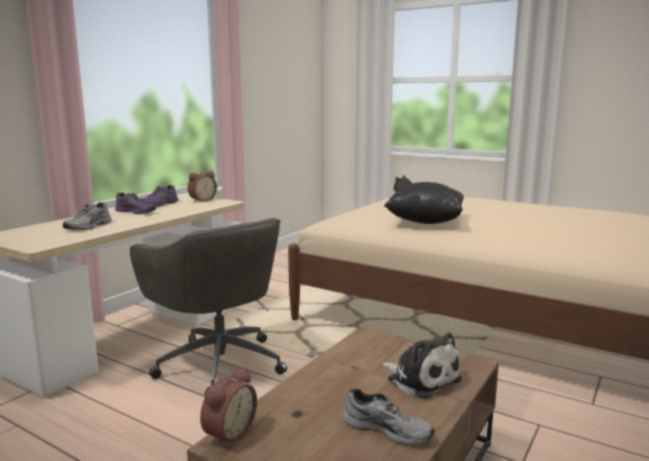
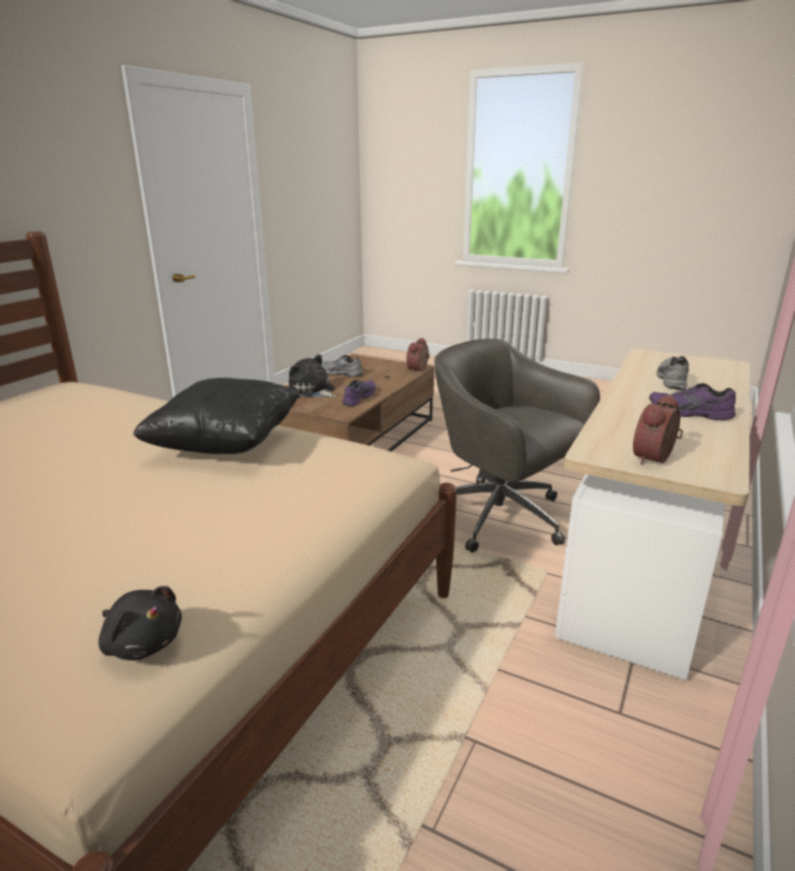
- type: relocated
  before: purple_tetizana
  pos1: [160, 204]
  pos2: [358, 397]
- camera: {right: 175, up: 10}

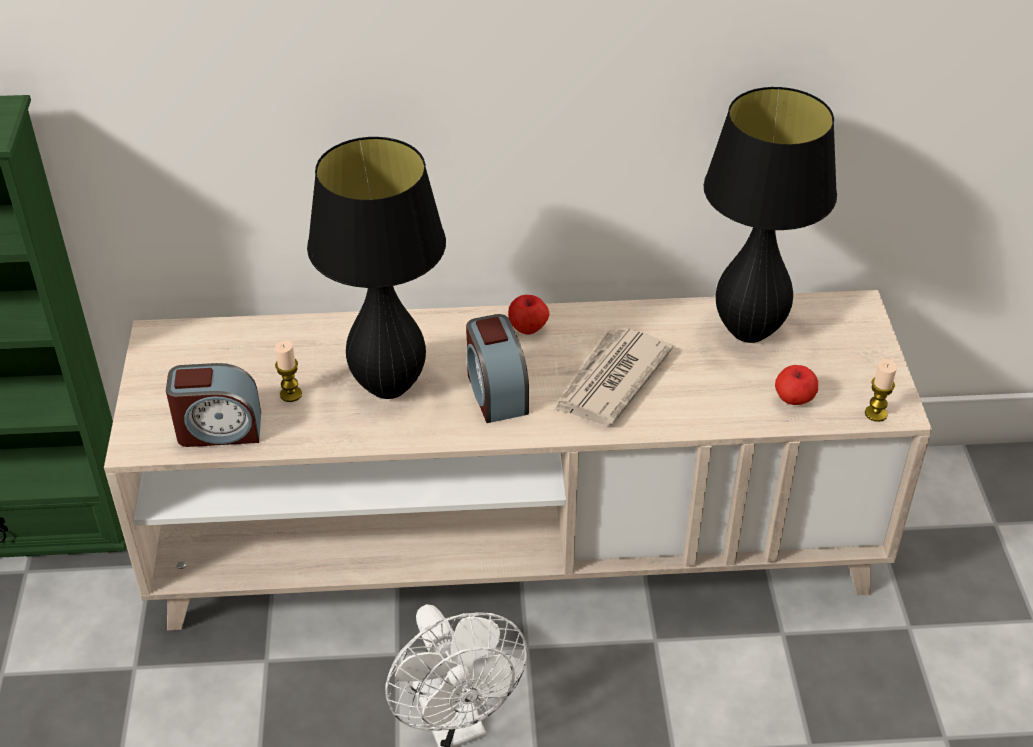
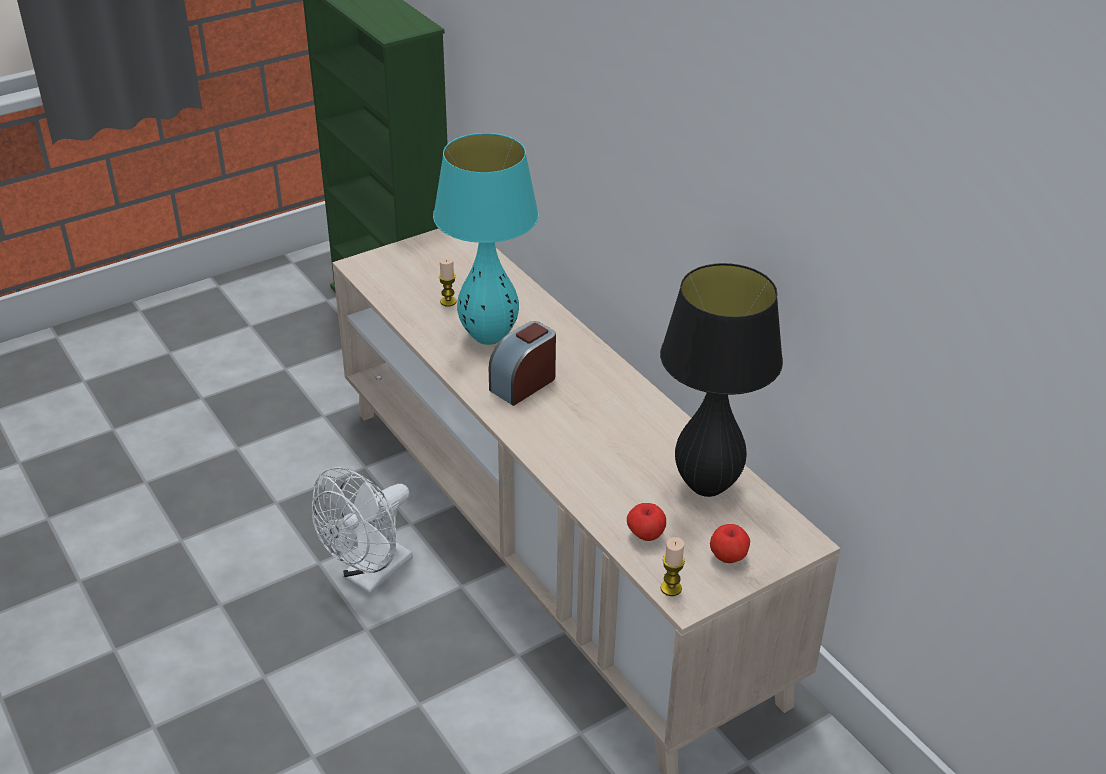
- type: colour
  before: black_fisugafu
  after: turquoise_fisugafu
  pos1: [389, 387]
  pos2: [489, 337]
- type: relocated
  before: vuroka
  pos1: [528, 328]
  pos2: [728, 557]
- type: missing
  before: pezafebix
  pos1: [219, 430]
- type: missing
  before: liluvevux
  pos1: [610, 380]
- camera: {right: 60, up: -5}

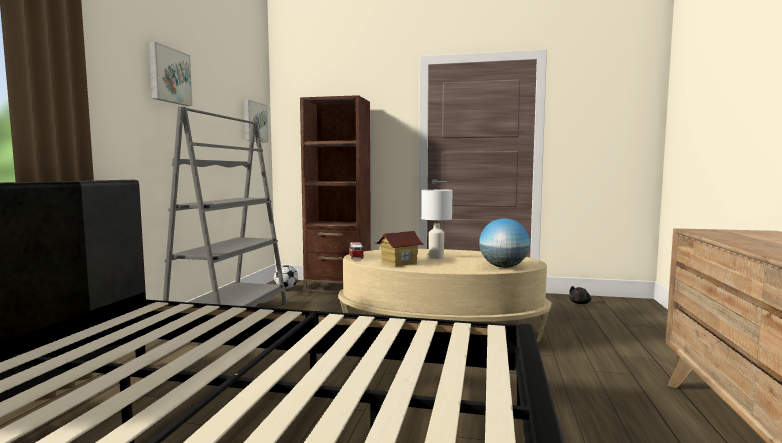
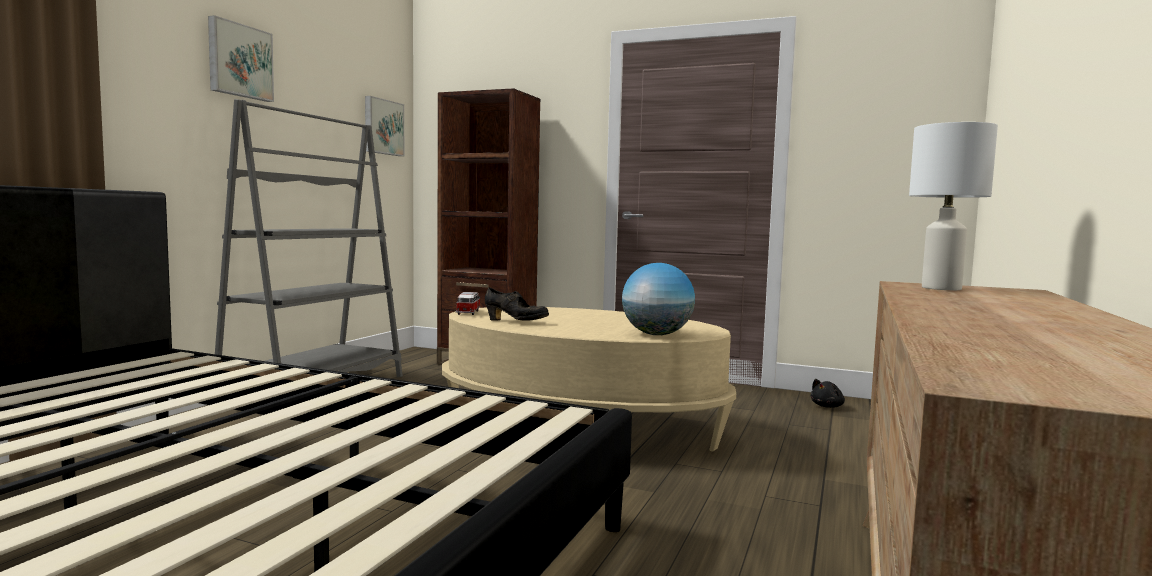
- type: exchanged
  before: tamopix
  after: black_tetizana
  pos1: [399, 263]
  pos2: [515, 322]
- type: relocated
  before: white_fisugafu
  pos1: [435, 257]
  pos2: [940, 288]
- type: missing
  before: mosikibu
  pos1: [286, 288]
- camera: {right: 10, up: 0}

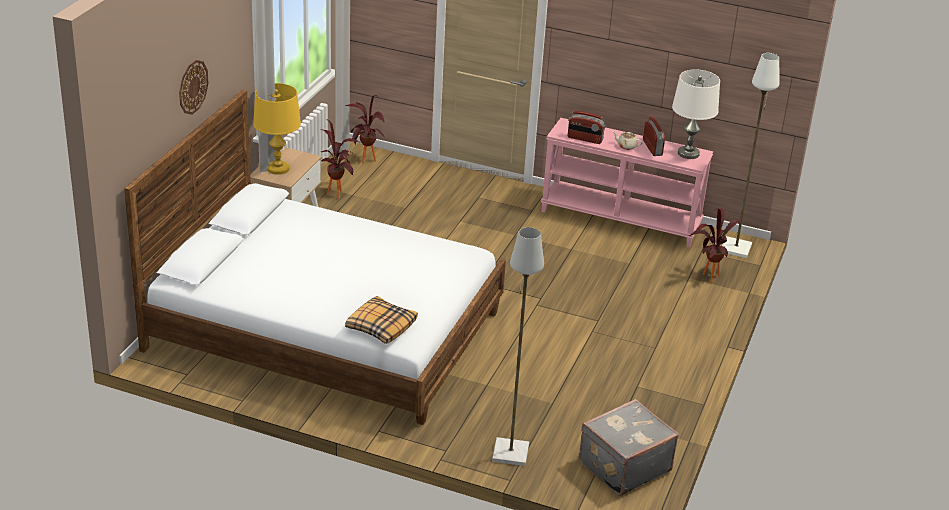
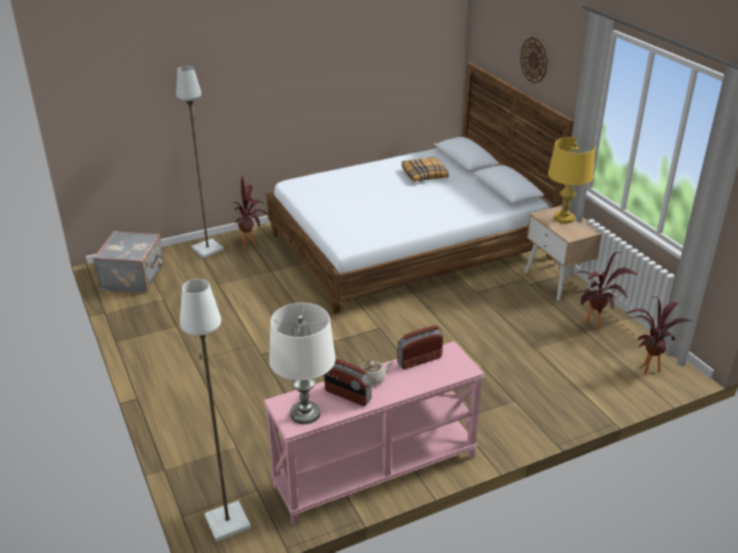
- type: relocated
  before: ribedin
  pos1: [706, 276]
  pos2: [251, 245]
- type: relocated
  before: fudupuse
  pos1: [381, 326]
  pos2: [424, 175]
- camera: {right: 135, up: 0}

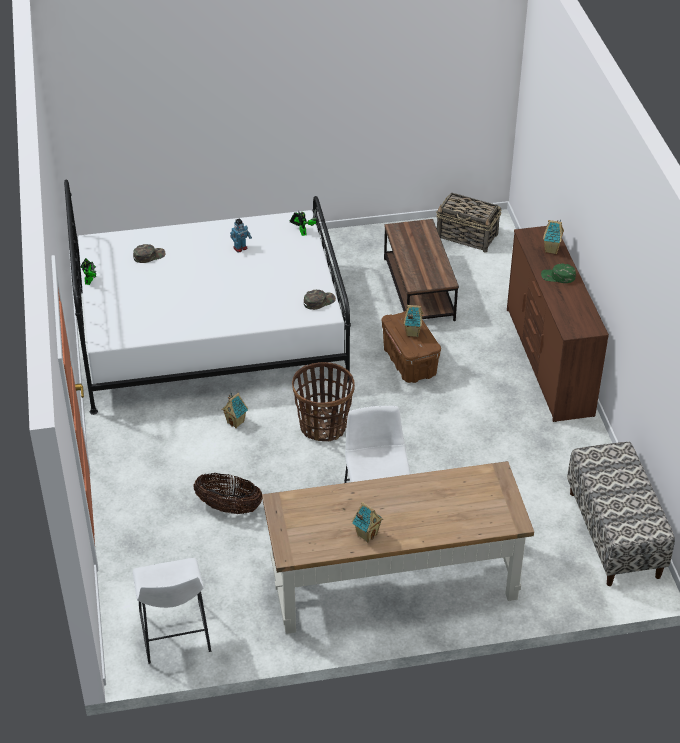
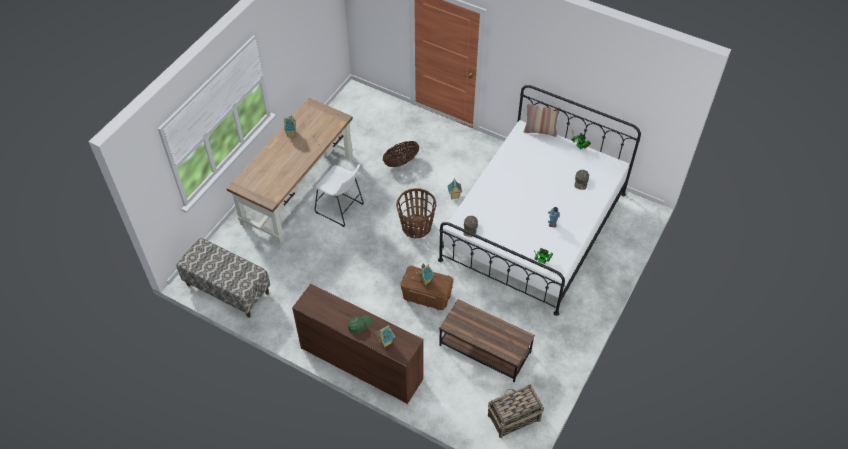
- type: appeared
  after: fudupuse
  pos2: [540, 131]
- type: missing
  before: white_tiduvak
  pos1: [175, 636]
- camera: {right: 130, up: 10}

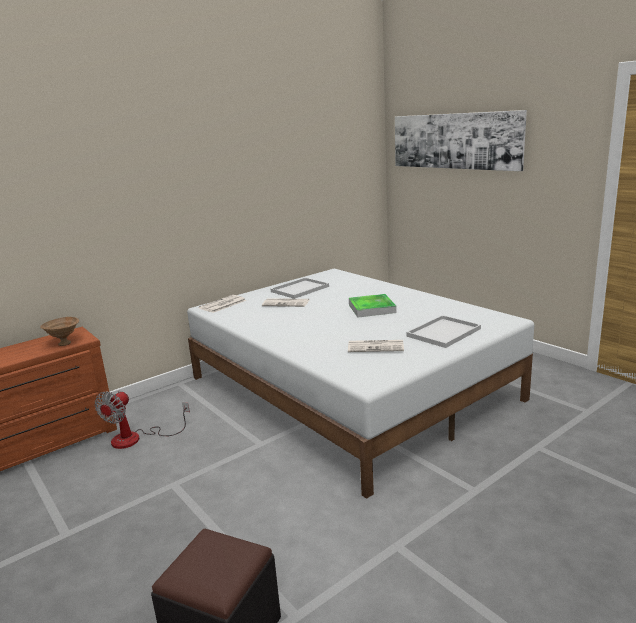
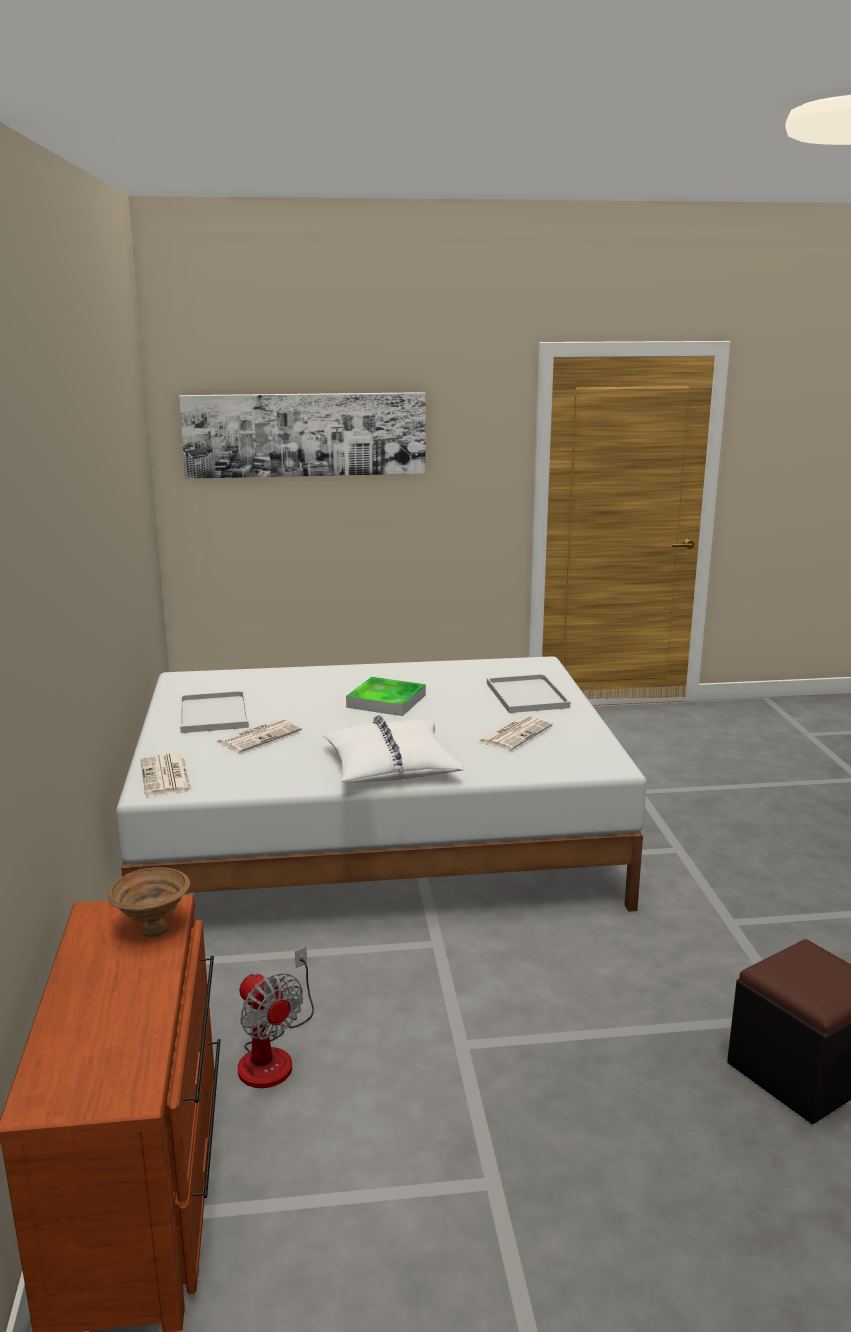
- type: appeared
  after: white_fudupuse
  pos2: [390, 765]
- camera: {right: -60, up: 0}

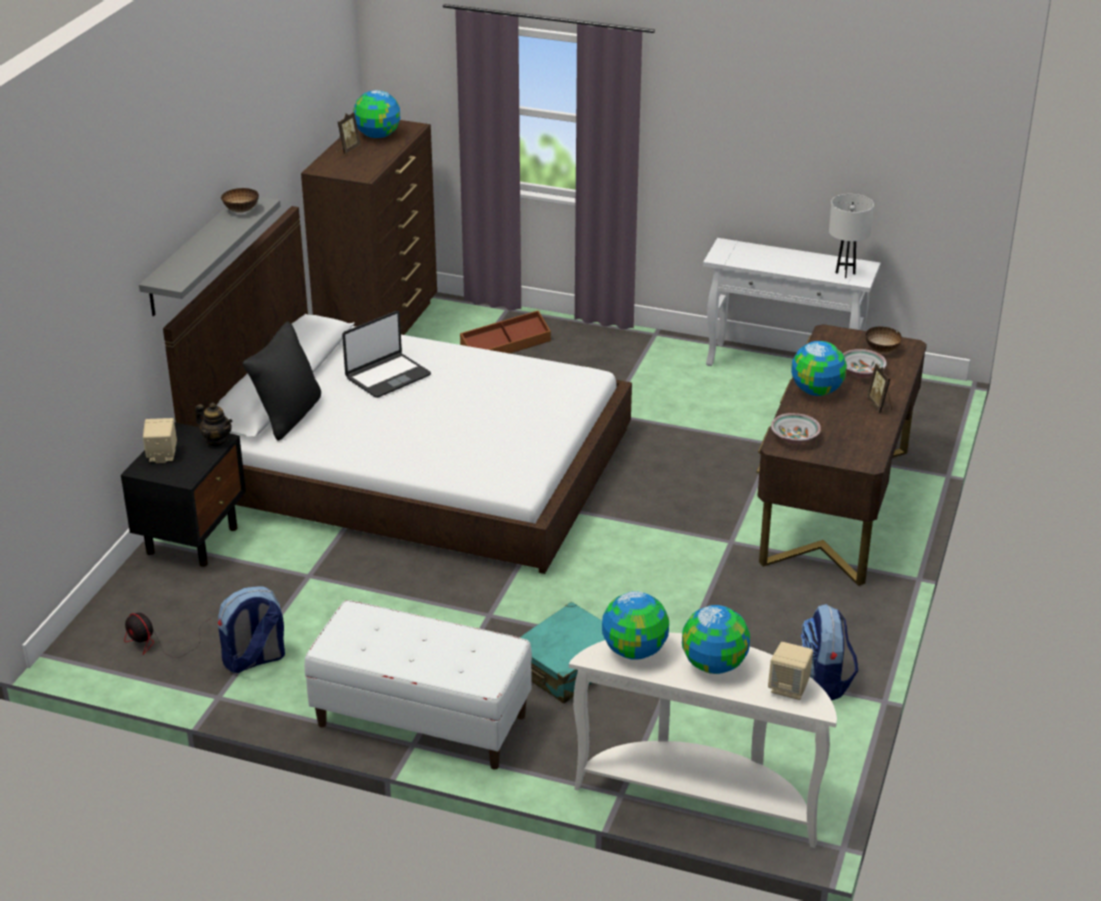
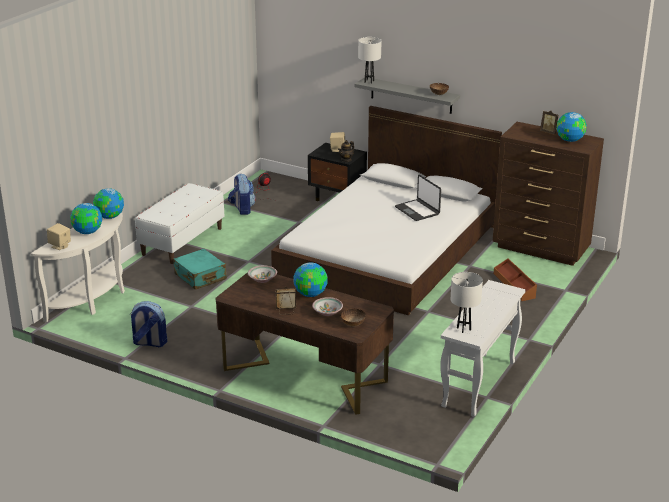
- type: appeared
  after: white_fisugafu
  pos2: [369, 81]
- type: missing
  before: black_fudupuse
  pos1: [287, 416]
- camera: {right: 100, up: -5}

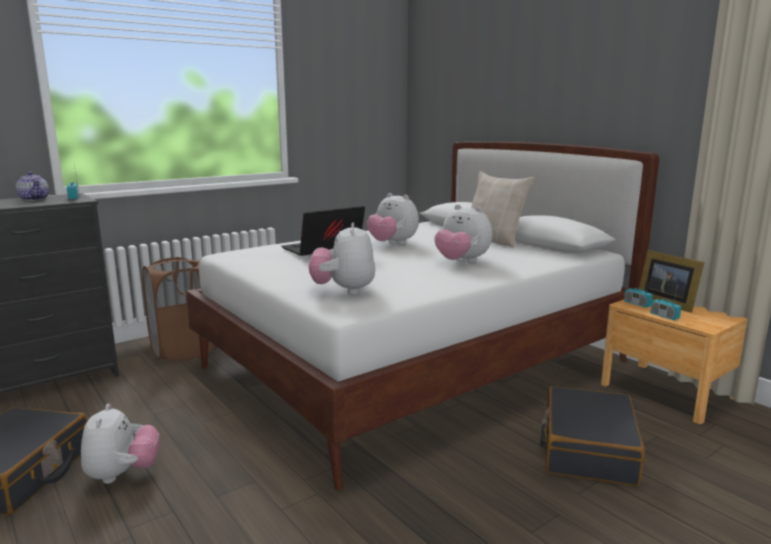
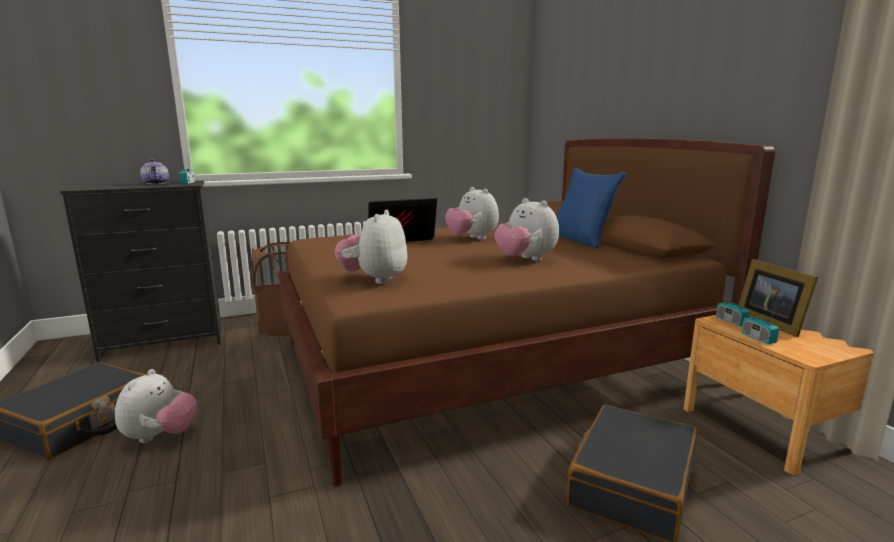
- type: colour
  before: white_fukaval
  after: brown_fukaval
  pos1: [417, 364]
  pos2: [489, 362]
- type: colour
  before: beige_fudupuse
  after: blue_fudupuse
  pos1: [493, 240]
  pos2: [582, 240]
- camera: {right: 15, up: 0}

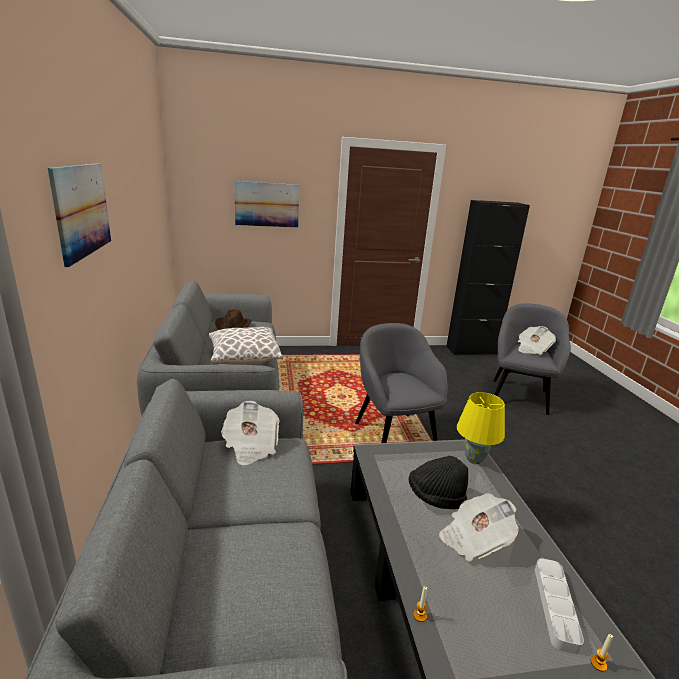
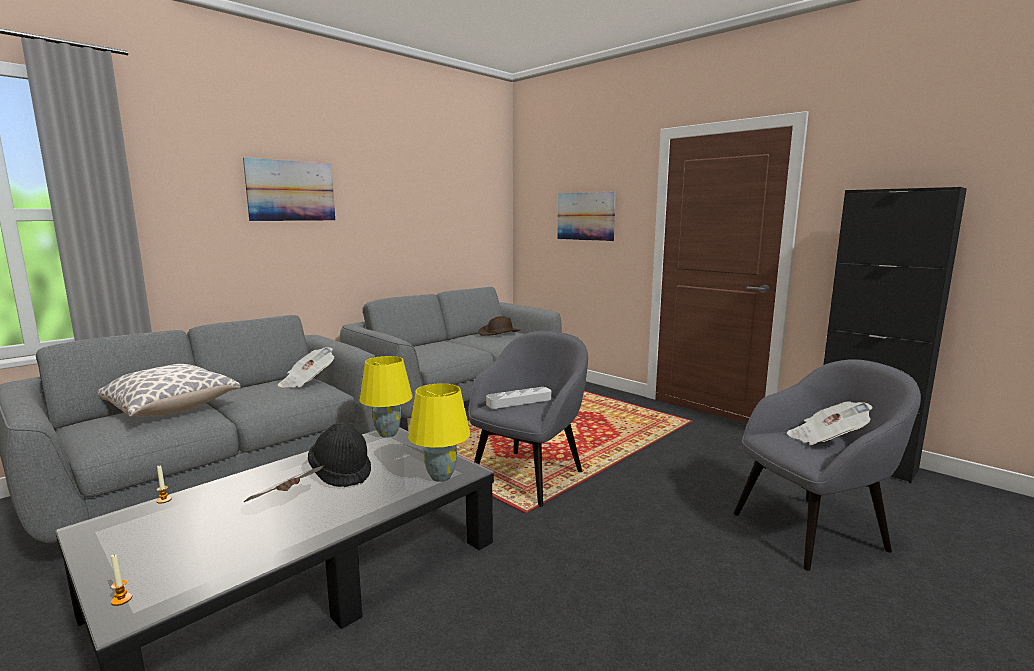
- type: relocated
  before: fudupuse
  pos1: [244, 358]
  pos2: [171, 409]
- type: appeared
  after: yellow_fisugafu
  pos2: [388, 434]
- type: relocated
  before: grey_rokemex
  pos1: [555, 606]
  pos2: [519, 401]
- camera: {right: 55, up: -10}

